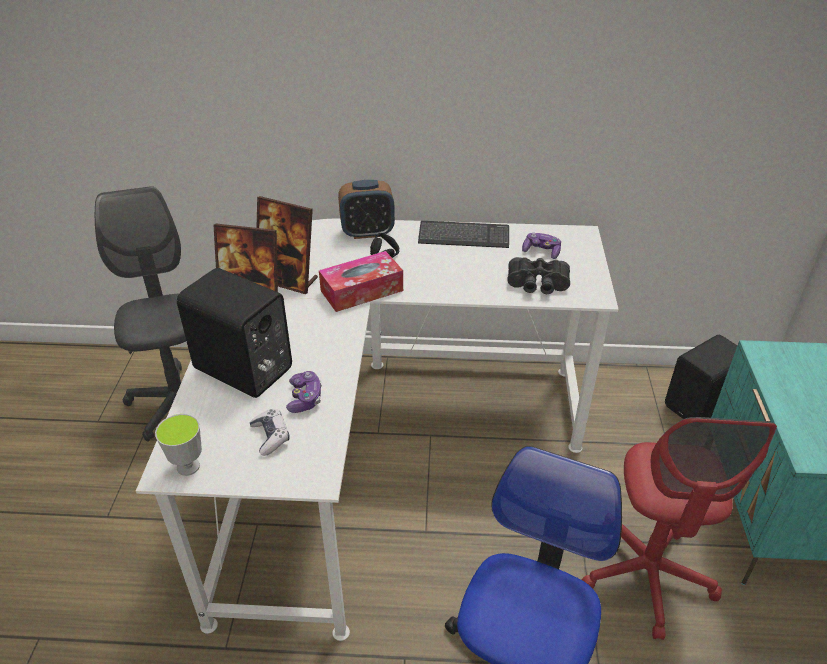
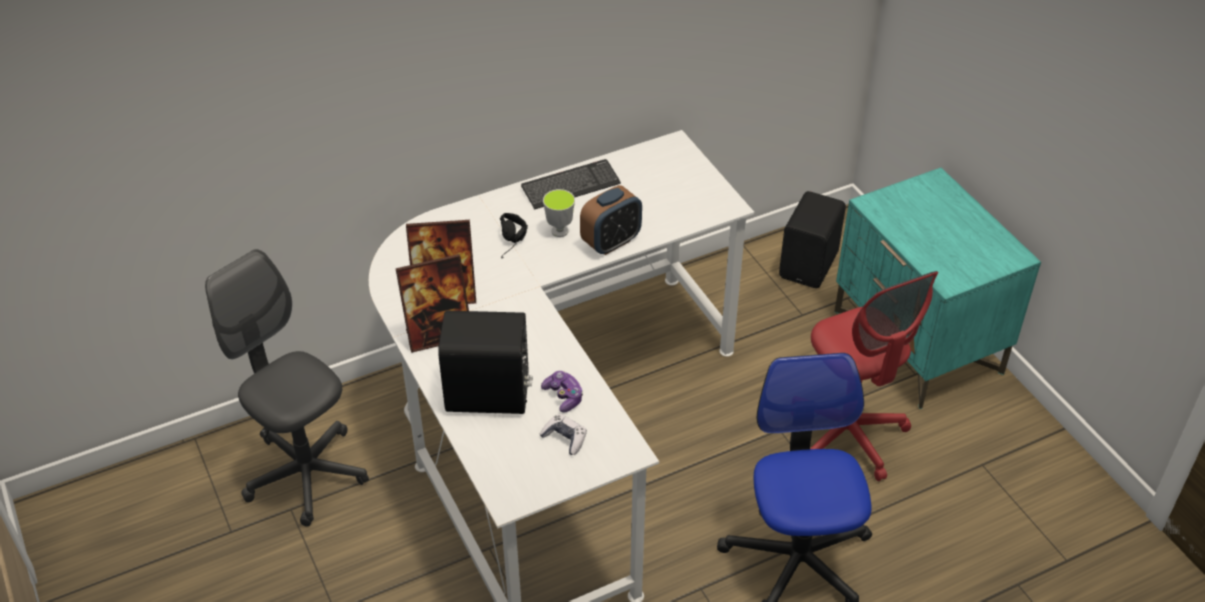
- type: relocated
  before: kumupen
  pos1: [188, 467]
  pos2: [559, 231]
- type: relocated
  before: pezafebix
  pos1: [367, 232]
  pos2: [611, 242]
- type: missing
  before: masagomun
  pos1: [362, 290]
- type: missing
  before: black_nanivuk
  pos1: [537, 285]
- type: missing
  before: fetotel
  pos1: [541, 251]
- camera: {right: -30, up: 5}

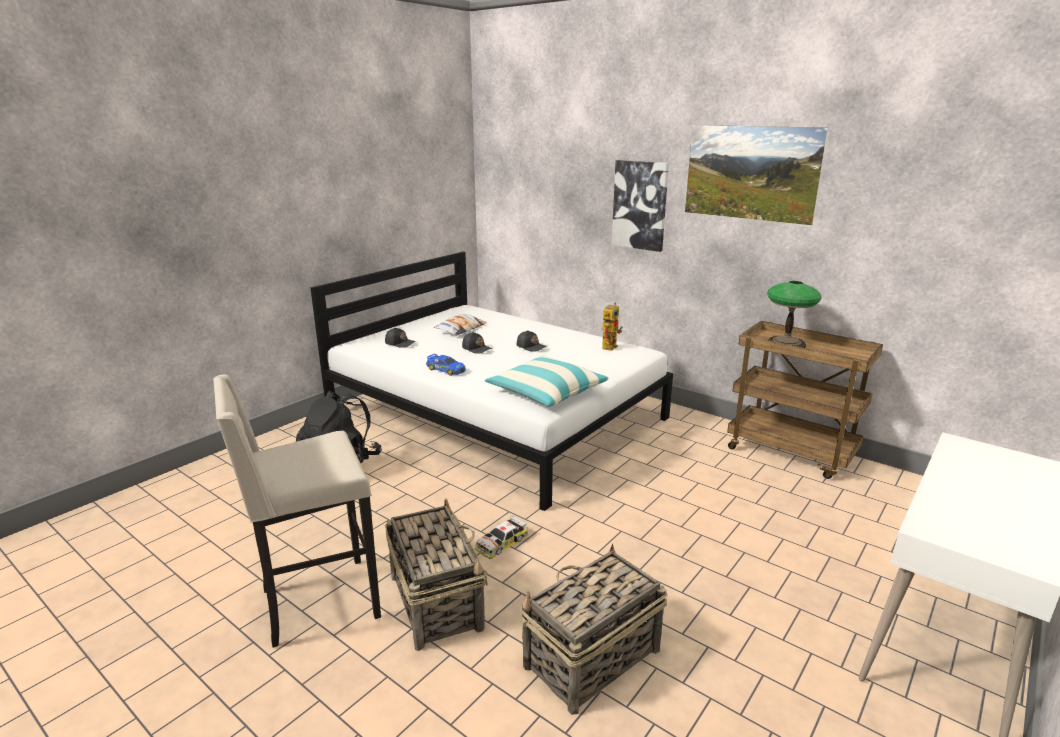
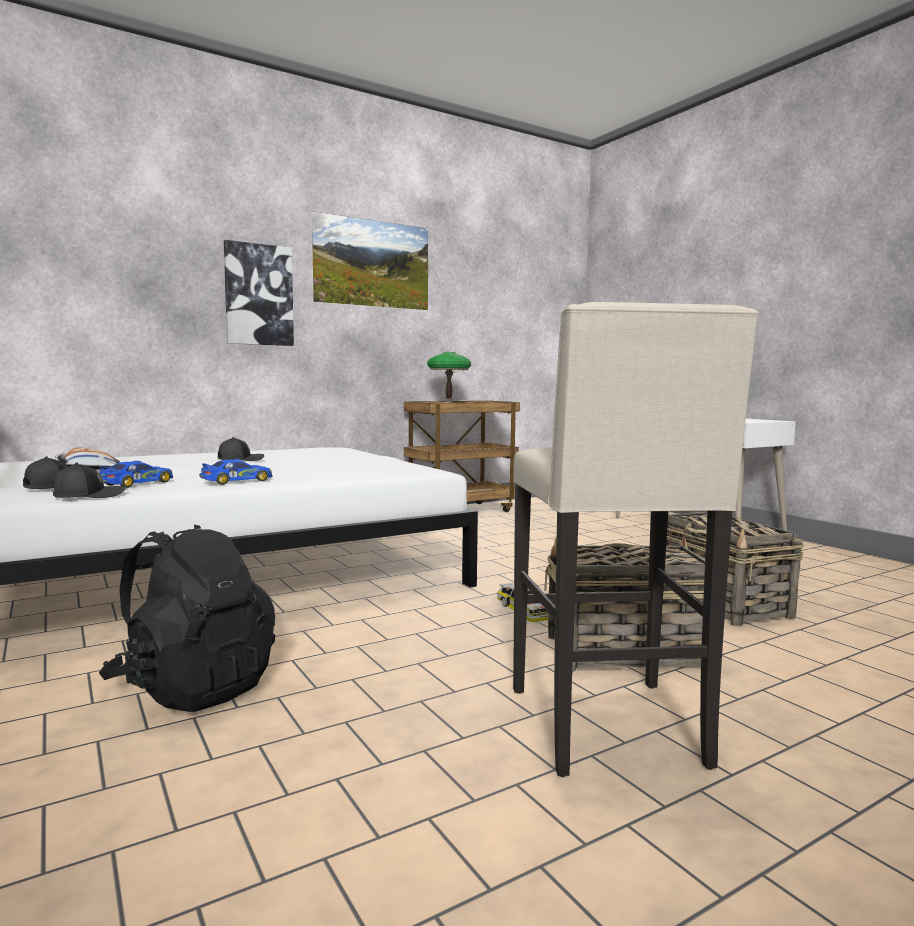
- type: relocated
  before: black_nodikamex
  pos1: [477, 348]
  pos2: [88, 495]
- type: appeared
  after: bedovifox
  pos2: [137, 483]
- type: missing
  before: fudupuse
  pos1: [546, 392]
- type: missing
  before: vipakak
  pos1: [609, 346]
- camera: {right: -70, up: -15}

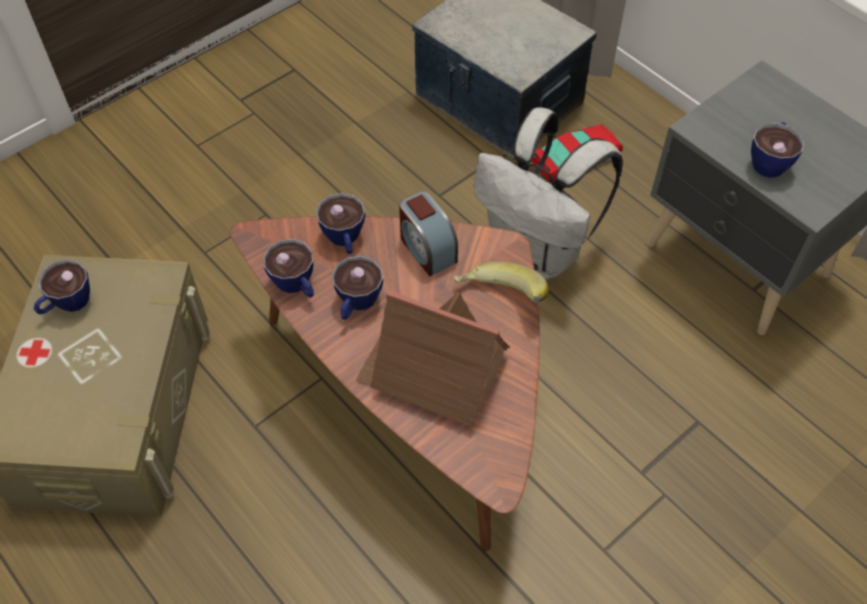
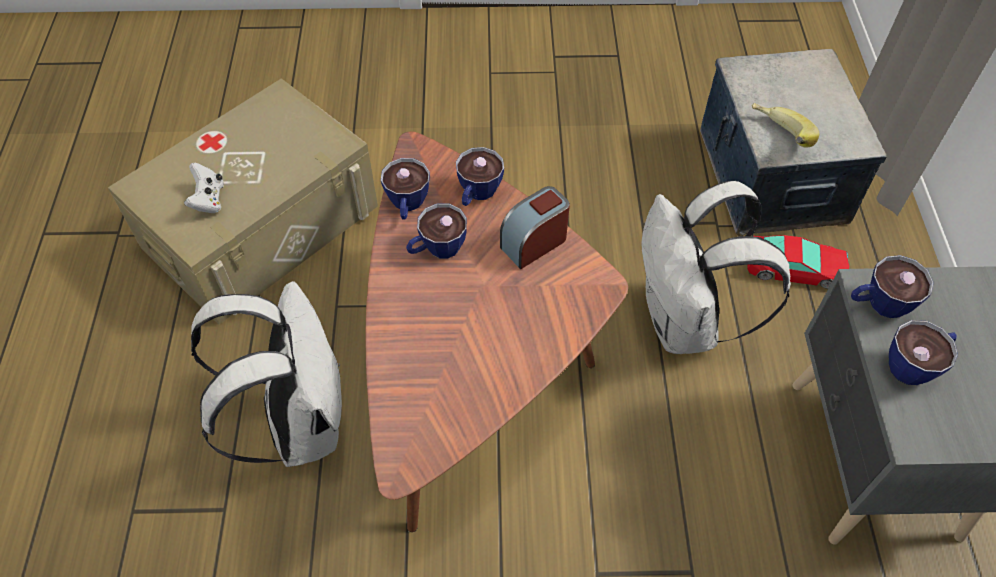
- type: appeared
  after: white_fetotel
  pos2: [209, 200]
- type: appeared
  after: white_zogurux
  pos2: [298, 423]
- type: spun
  before: pezafebix
  pos1: [427, 249]
  pos2: [534, 243]
  turn: 45
- type: relocated
  before: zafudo
  pos1: [499, 299]
  pos2: [776, 139]
- type: relocated
  before: kumupen
  pos1: [67, 304]
  pos2: [878, 304]
- type: missing
  before: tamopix
  pos1: [433, 370]
- camera: {right: 40, up: 0}

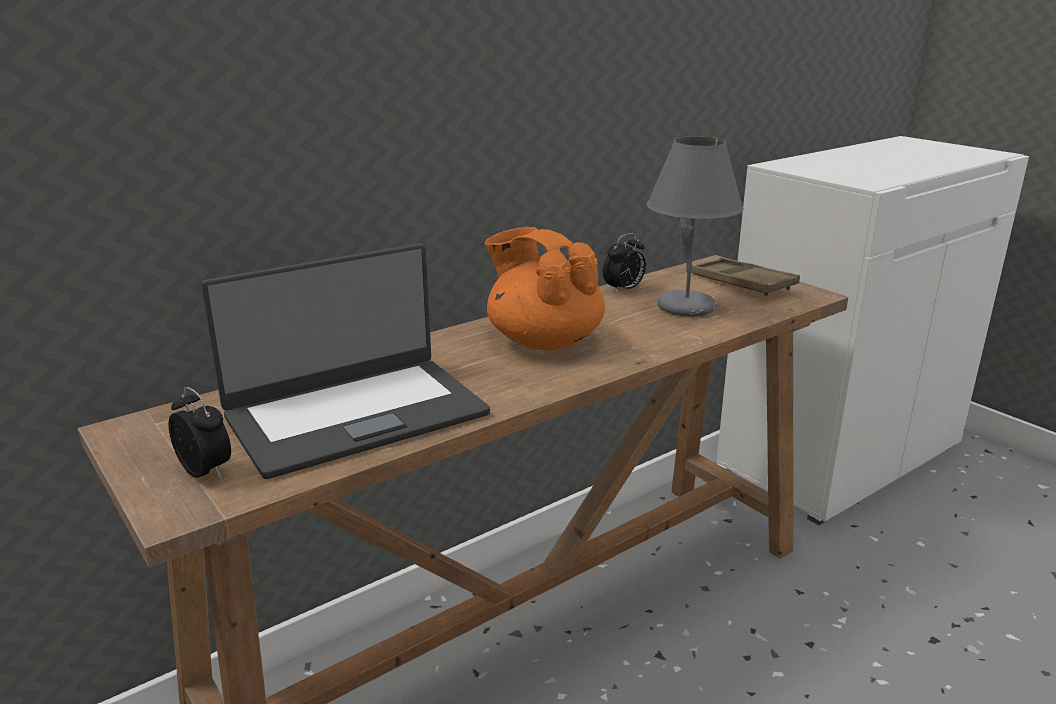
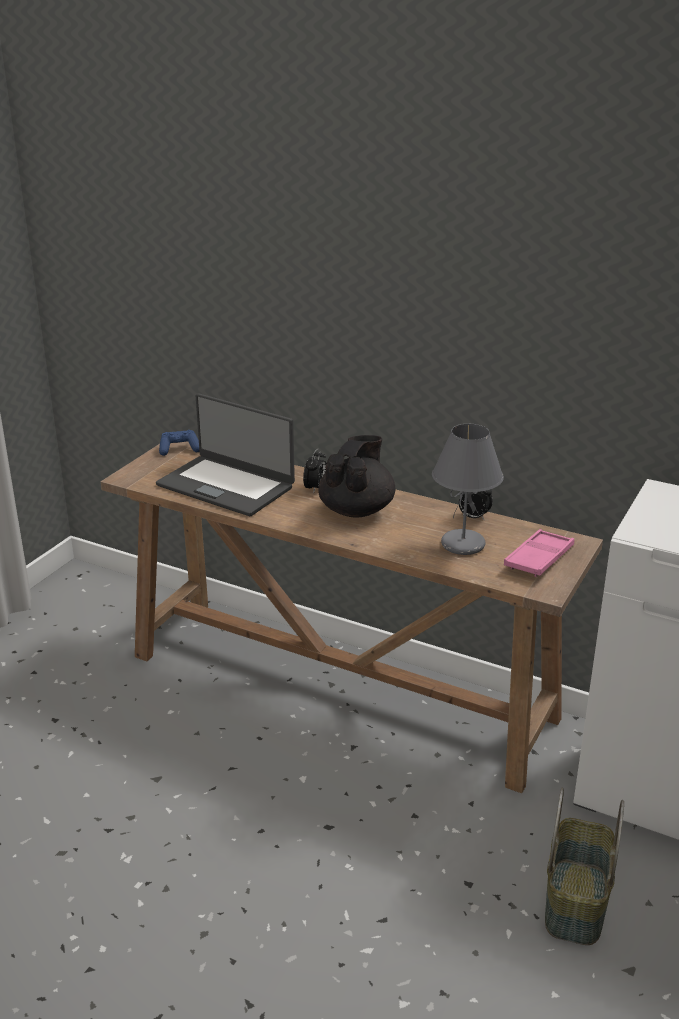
- type: appeared
  after: blue_fetotel
  pos2: [179, 449]
- type: relocated
  before: pezafebix
  pos1: [206, 472]
  pos2: [315, 488]
- type: colour
  before: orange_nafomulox
  after: black_nafomulox
  pos1: [543, 341]
  pos2: [357, 509]
- type: colour
  before: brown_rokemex
  after: pink_rokemex
  pos1: [741, 283]
  pos2: [539, 558]
- type: appeared
  after: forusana
  pos2: [574, 901]
- camera: {right: 65, up: 5}

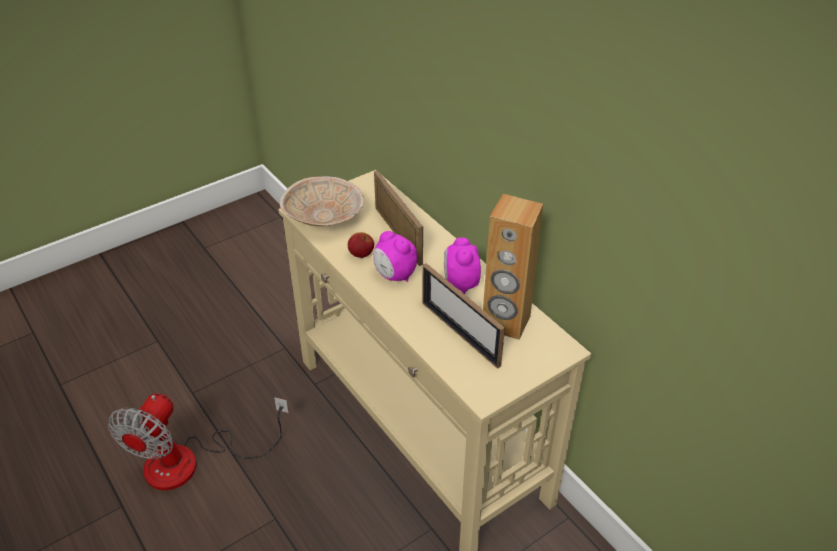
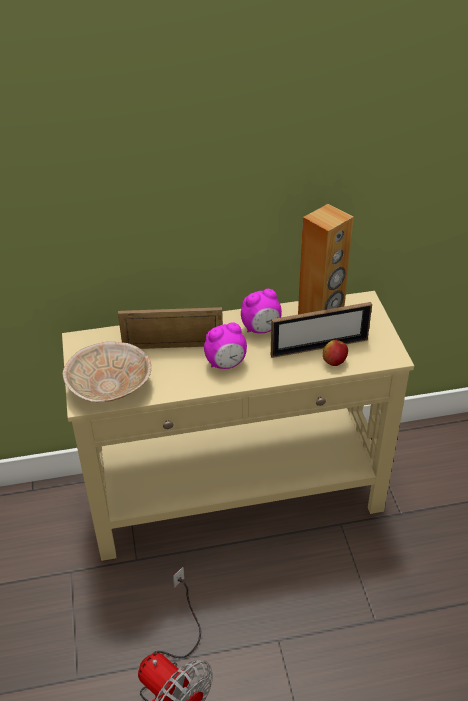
- type: spun
  before: pezafebix
  pos1: [460, 283]
  pos2: [261, 329]
  turn: -45
- type: relocated
  before: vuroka
  pos1: [361, 254]
  pos2: [334, 362]
- camera: {right: -65, up: 0}

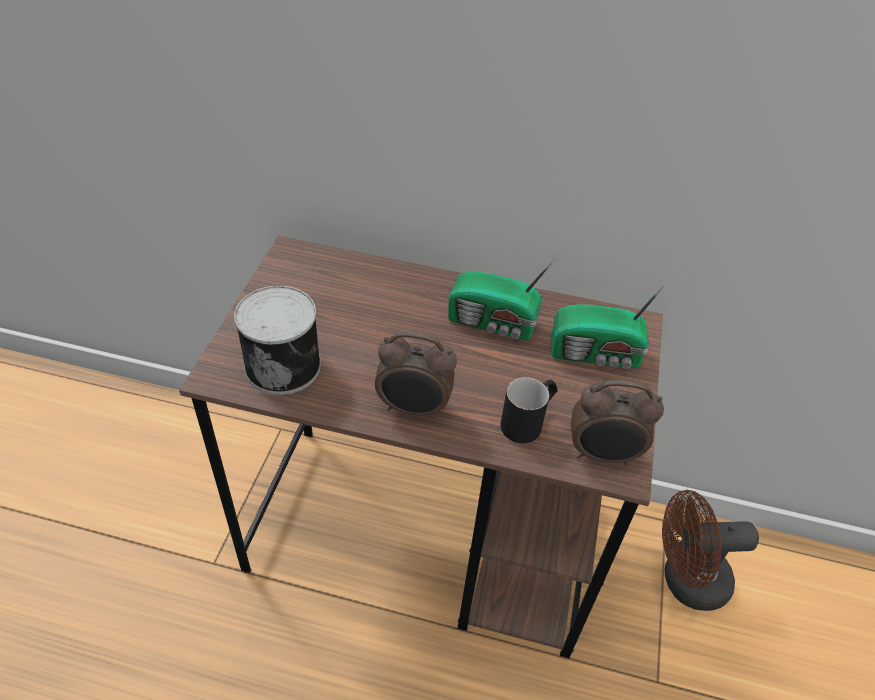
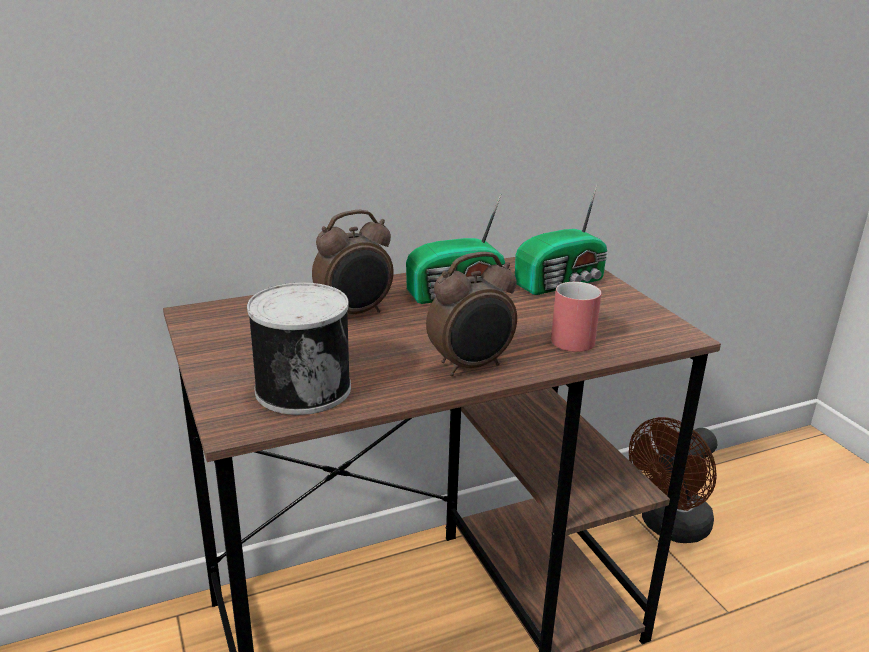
- type: relocated
  before: pezafebix
  pos1: [603, 455]
  pos2: [355, 313]
- type: colour
  before: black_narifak
  after: red_narifak
  pos1: [528, 421]
  pos2: [573, 336]
- camera: {right: -35, up: -20}

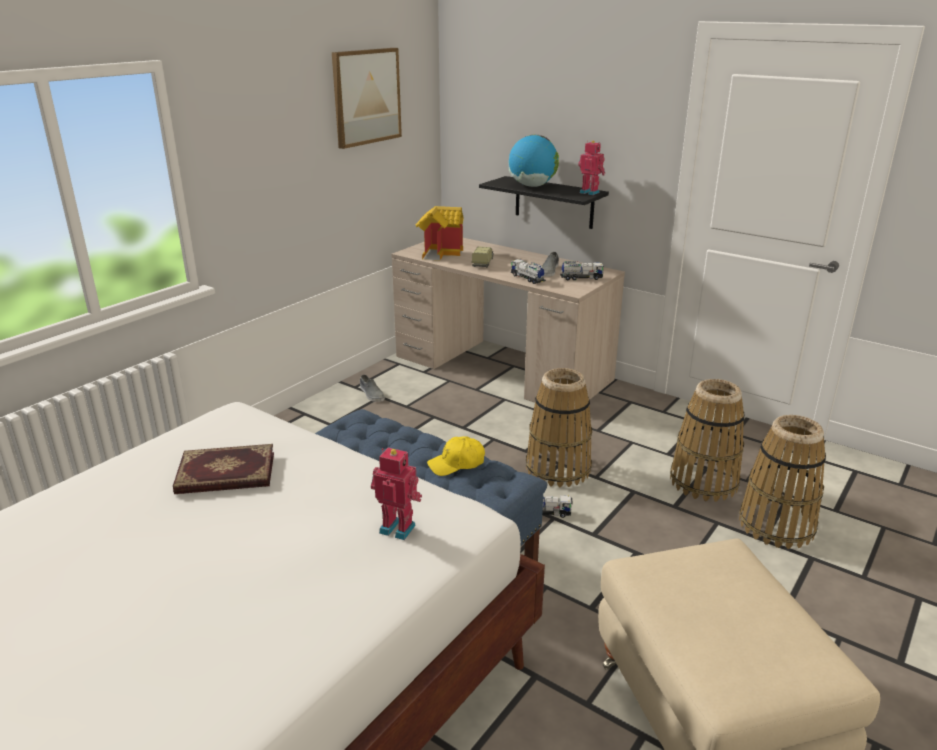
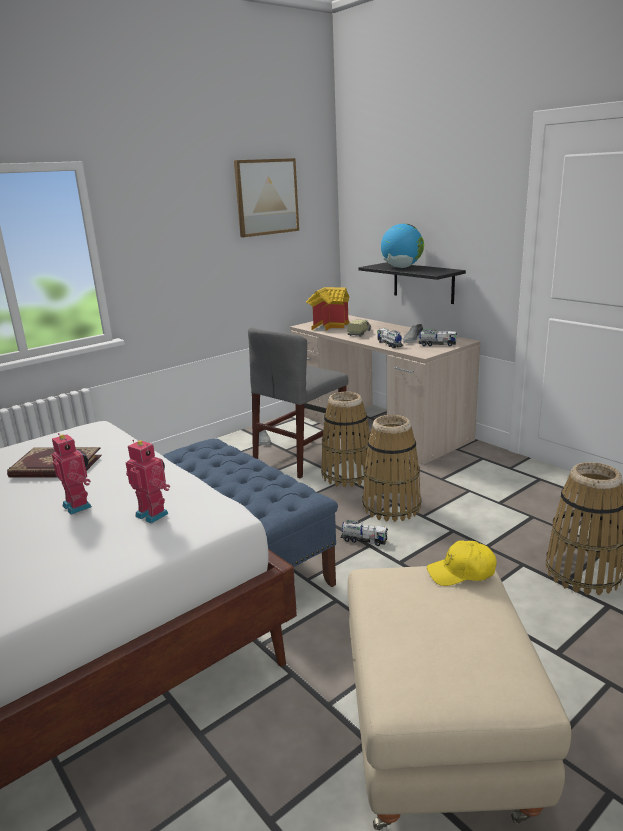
- type: relocated
  before: vipakak
  pos1: [590, 192]
  pos2: [79, 505]
- type: appeared
  after: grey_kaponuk
  pos2: [300, 456]
- type: relocated
  before: forusana
  pos1: [704, 482]
  pos2: [347, 475]
- type: relocated
  before: yellow_nodikamex
  pos1: [456, 464]
  pos2: [461, 572]
- camera: {right: 15, up: -5}

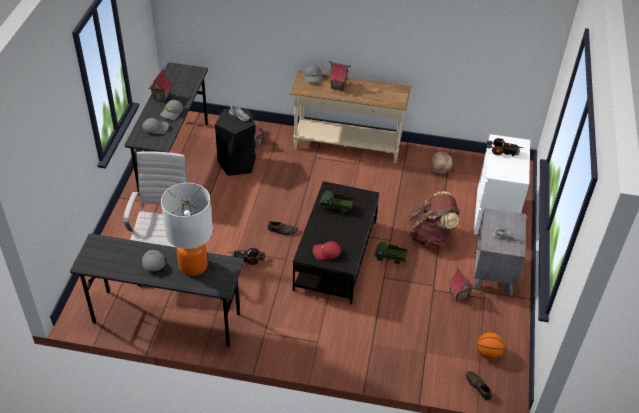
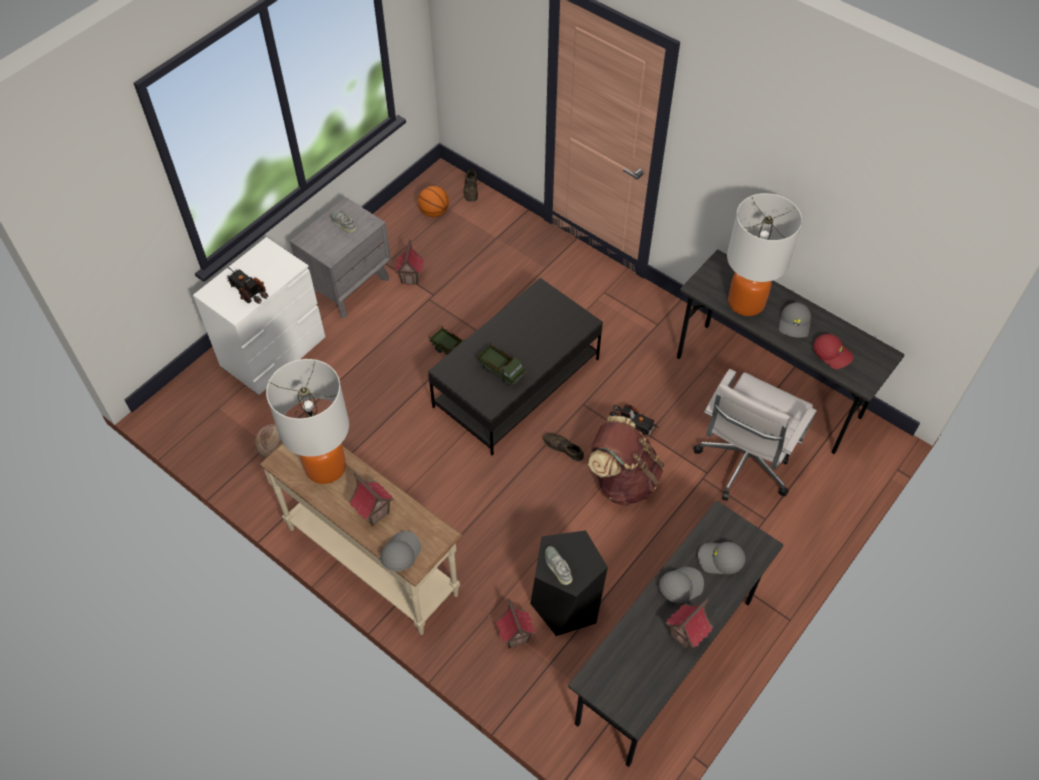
- type: appeared
  after: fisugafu
  pos2: [325, 467]
- type: relocated
  before: brown_zogurux
  pos1: [430, 236]
  pos2: [623, 480]
- type: relocated
  before: red_nodikamex
  pos1: [326, 253]
  pos2: [832, 353]
- camera: {right: -150, up: 10}

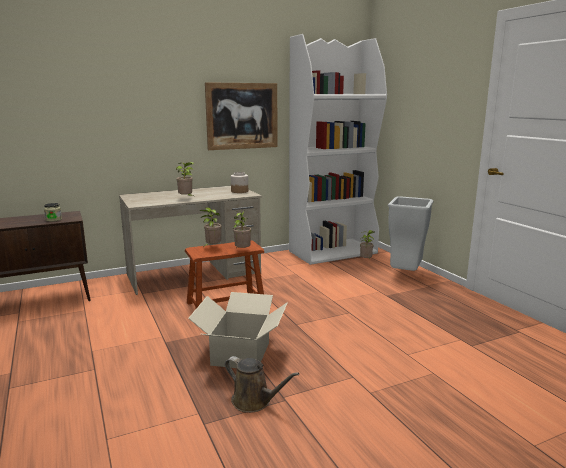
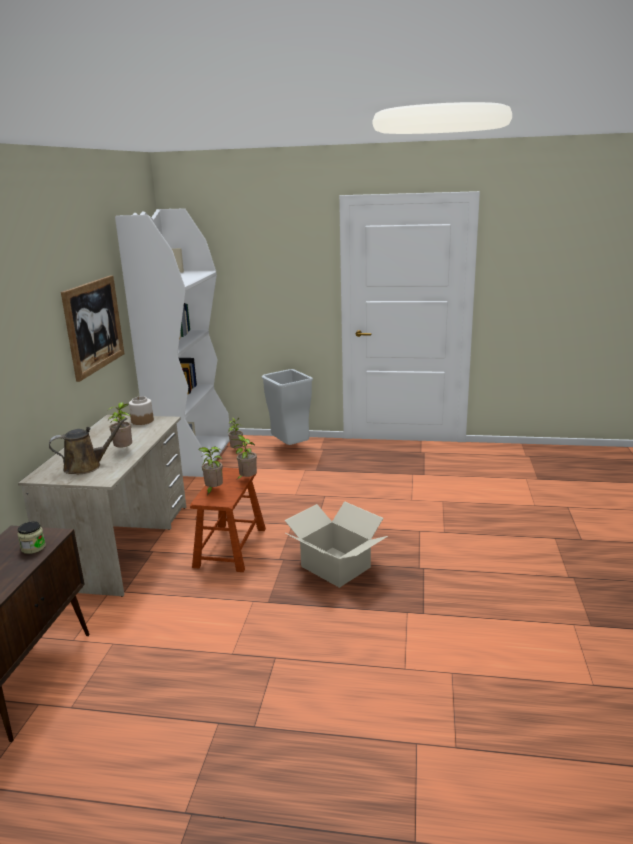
- type: relocated
  before: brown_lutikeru
  pos1: [254, 401]
  pos2: [86, 466]
- camera: {right: -55, up: 5}

